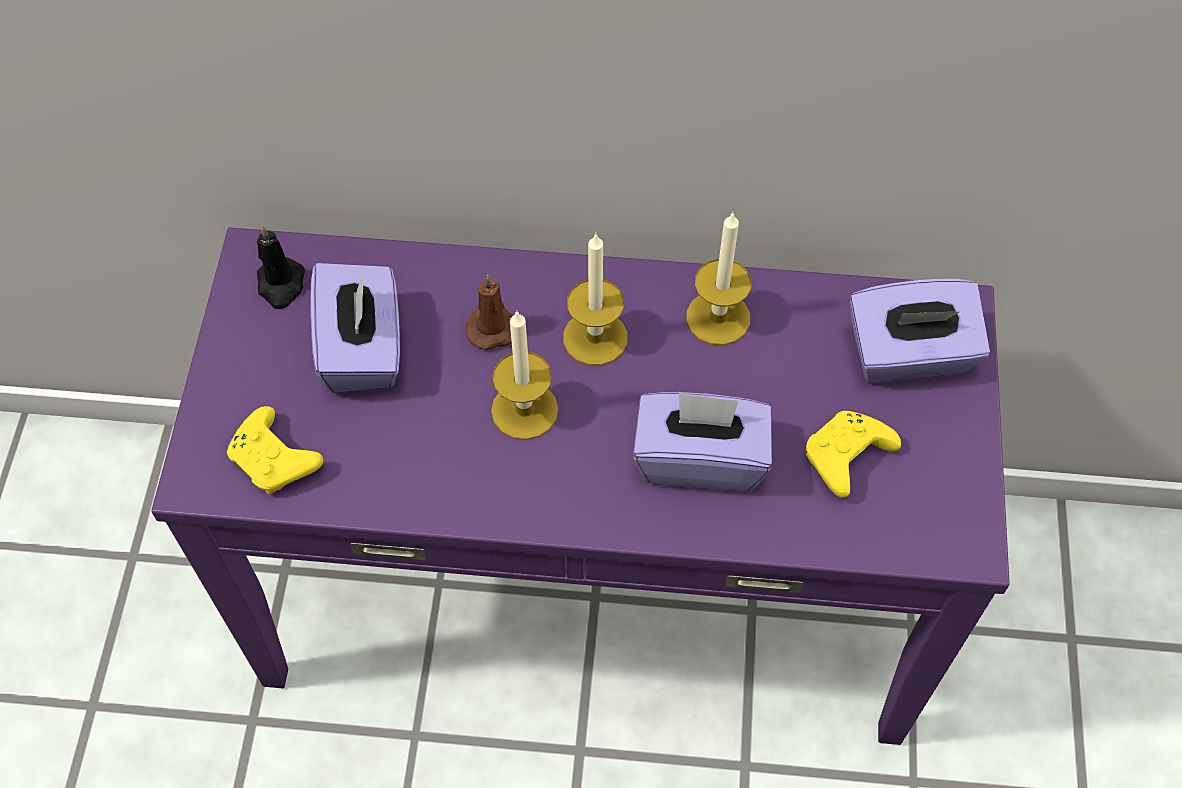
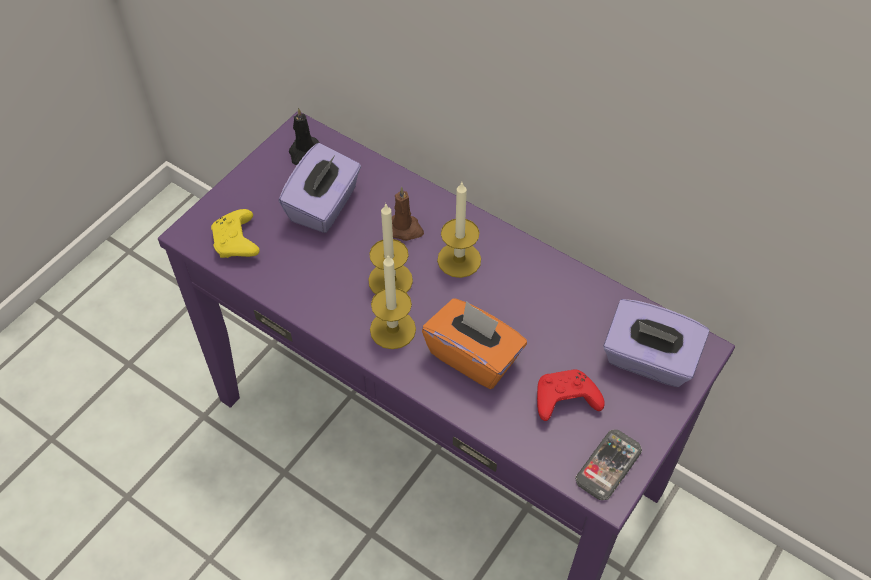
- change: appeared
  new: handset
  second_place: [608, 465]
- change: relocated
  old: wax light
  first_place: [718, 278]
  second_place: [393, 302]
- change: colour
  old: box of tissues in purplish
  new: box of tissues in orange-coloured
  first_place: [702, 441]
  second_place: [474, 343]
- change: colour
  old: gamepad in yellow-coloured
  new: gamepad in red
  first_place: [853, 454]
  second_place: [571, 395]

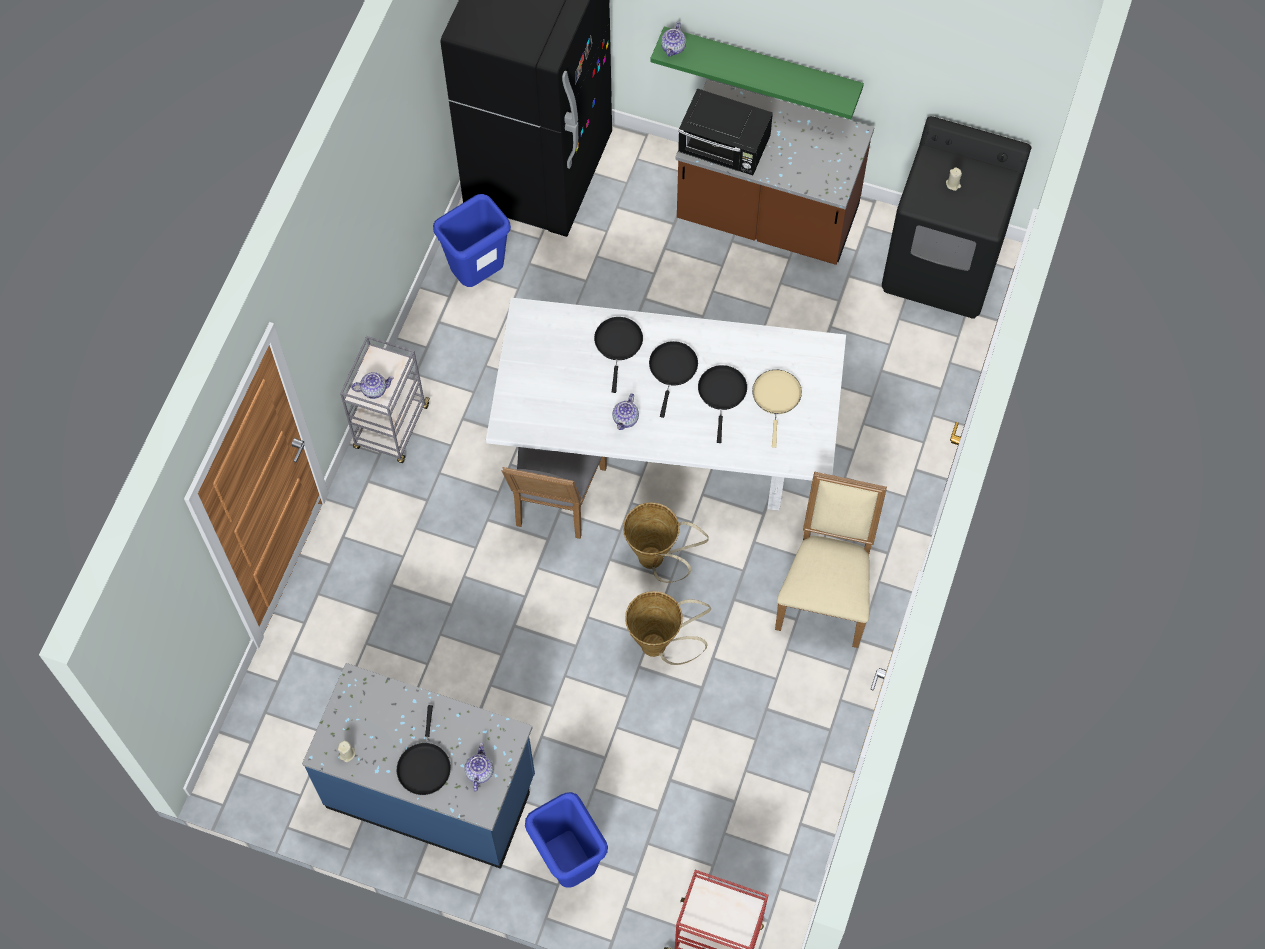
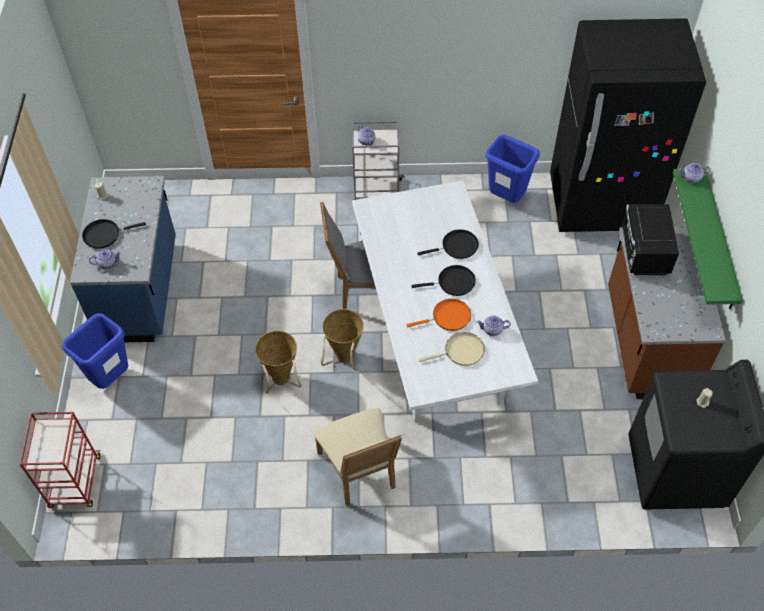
- change: relocated
  old: tea pot
  first_place: [626, 411]
  second_place: [494, 325]
- change: colour
  old: frying pan in black-coloured
  new: frying pan in orange-coloured
  first_place: [722, 404]
  second_place: [439, 315]
- change: spun
  old: plain chair in beige
  first_place: [831, 560]
  second_place: [357, 457]
  degrees: 75

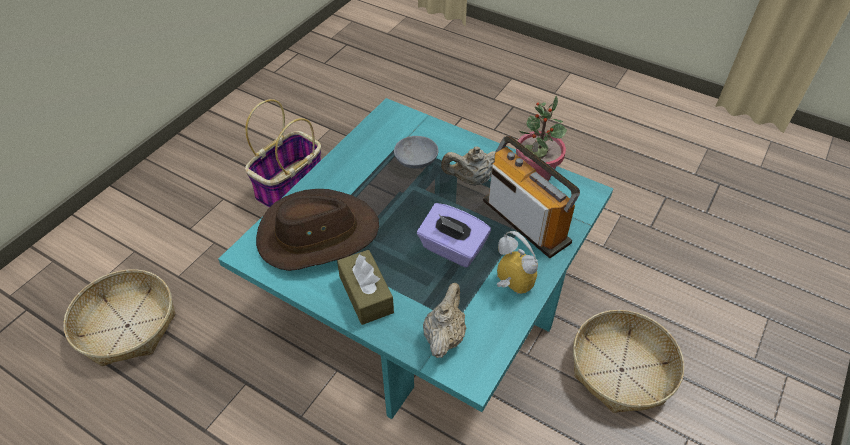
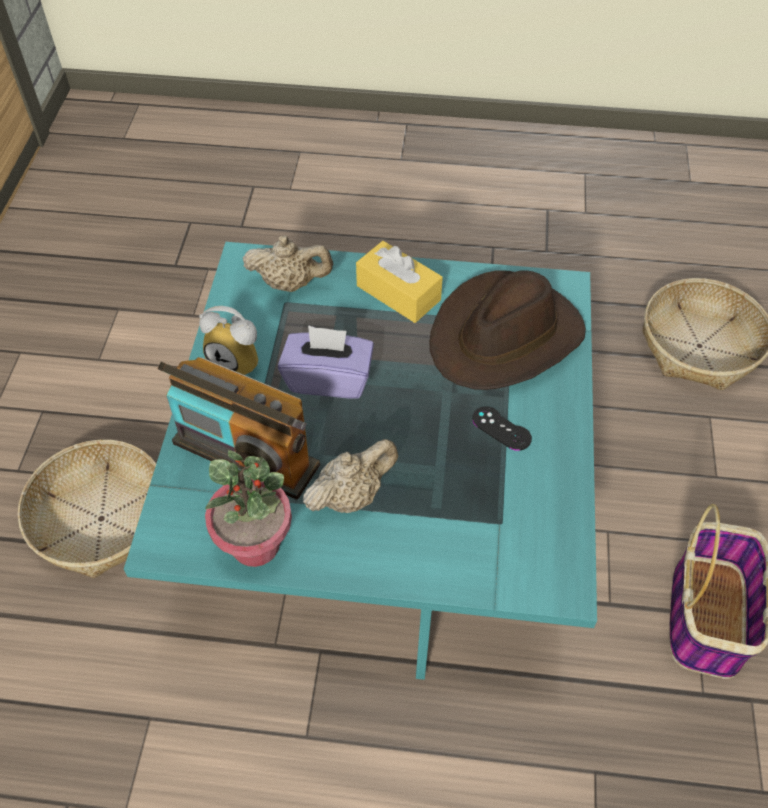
- change: missing
  old: serving bowl in grey
  first_place: [416, 152]
- change: appeared
  new: gamepad in black-coloured
  second_place: [502, 428]
- change: colour
  old: box of tissues in brown-coloured
  new: box of tissues in yellow-coloured
  first_place: [365, 287]
  second_place: [399, 282]
- change: spun
  old: tea pot in beige
  first_place: [444, 320]
  second_place: [288, 263]
  degrees: -75

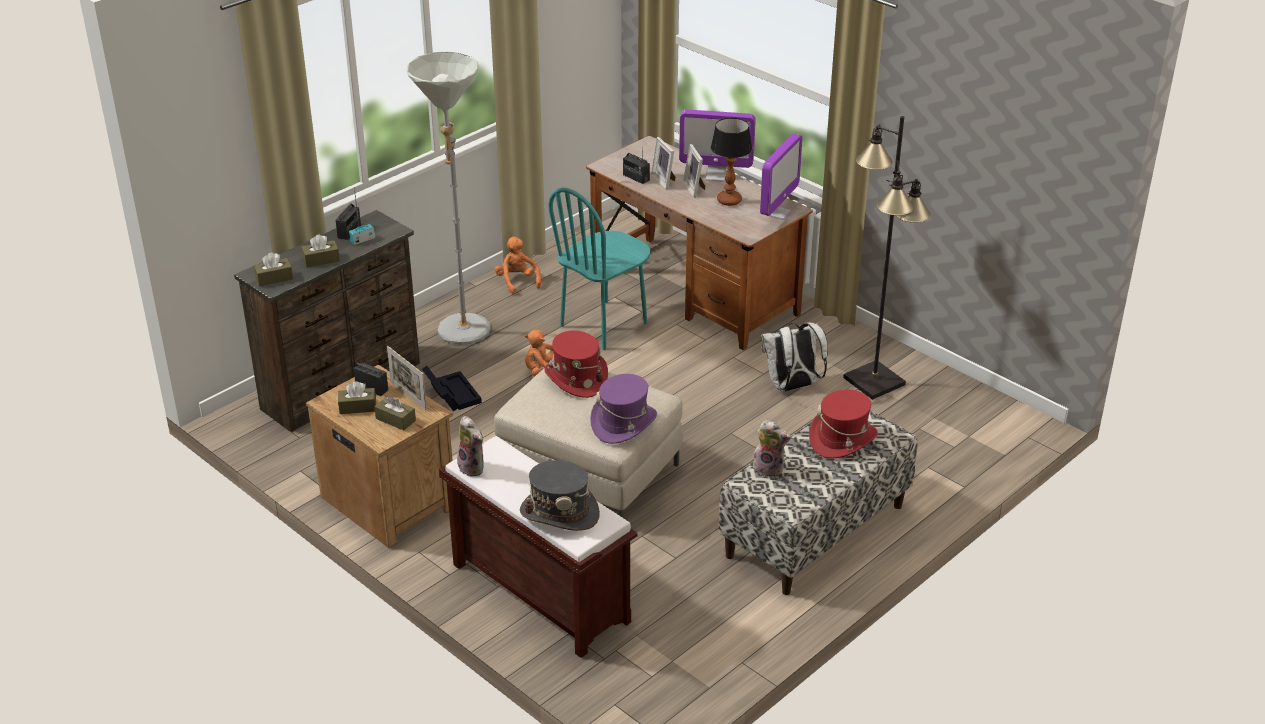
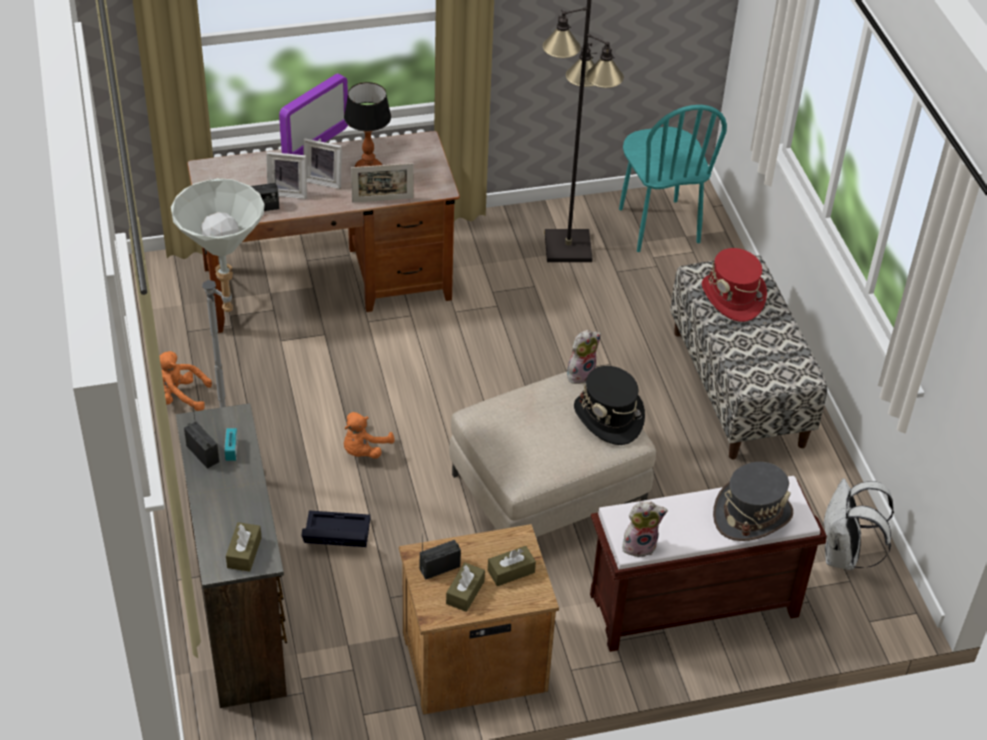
- change: missing
  old: box of tissues in brown-coloured
  first_place: [320, 250]
- change: missing
  old: hat in red
  first_place: [576, 364]
- change: missing
  old: monitor
  first_place: [781, 177]
- change: relocated
  old: standing frame
  first_place: [407, 378]
  second_place: [382, 183]
- change: relocated
  old: plain chair in blue-green
  first_place: [599, 269]
  second_place: [673, 178]
- change: relocated
  old: soft toy
  first_place: [772, 448]
  second_place: [584, 357]
- change: relocated
  old: backpack in white-coloured
  first_place: [794, 357]
  second_place: [858, 524]
- change: colour
  old: hat in purplish
  new: hat in black-coloured
  first_place: [623, 409]
  second_place: [609, 405]

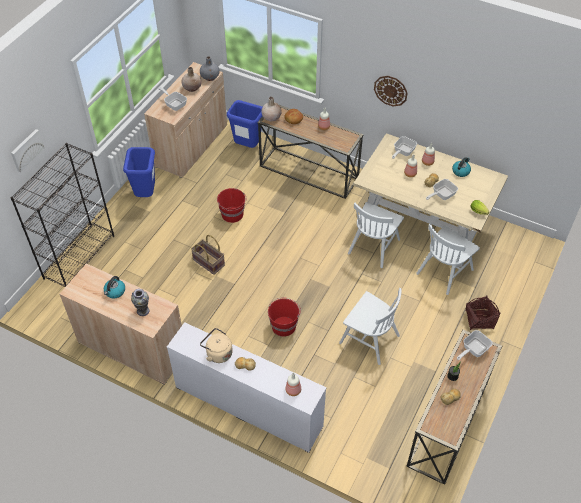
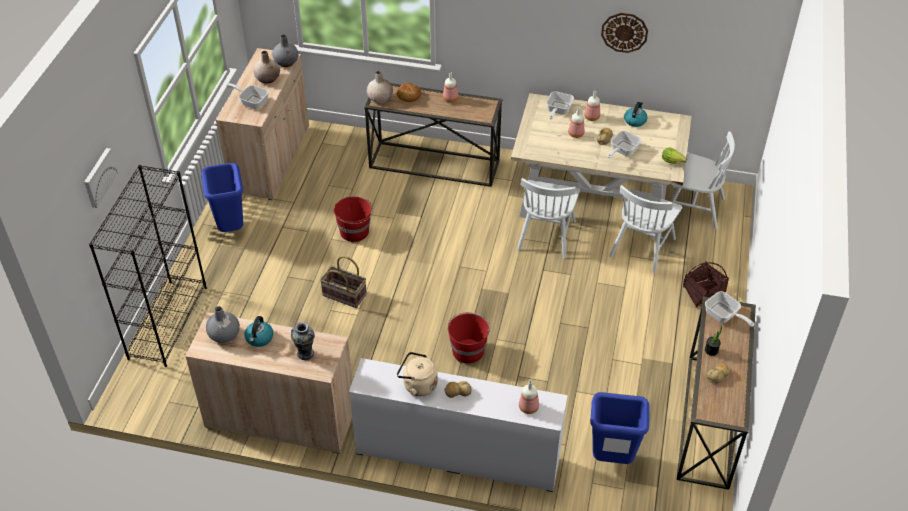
- change: appeared
  new: vase in grey
  second_place: [223, 324]
- change: relocated
  old: trash can in blue-coloured
  first_place: [244, 124]
  second_place: [620, 428]
- change: relocated
  old: plain chair in white-coloured
  first_place: [370, 326]
  second_place: [703, 181]
- change: relocated
  old: hanging clock
  first_place: [391, 91]
  second_place: [624, 33]
- change: spun
  old: frying pan
  first_place: [475, 345]
  second_place: [729, 309]
  degrees: -75

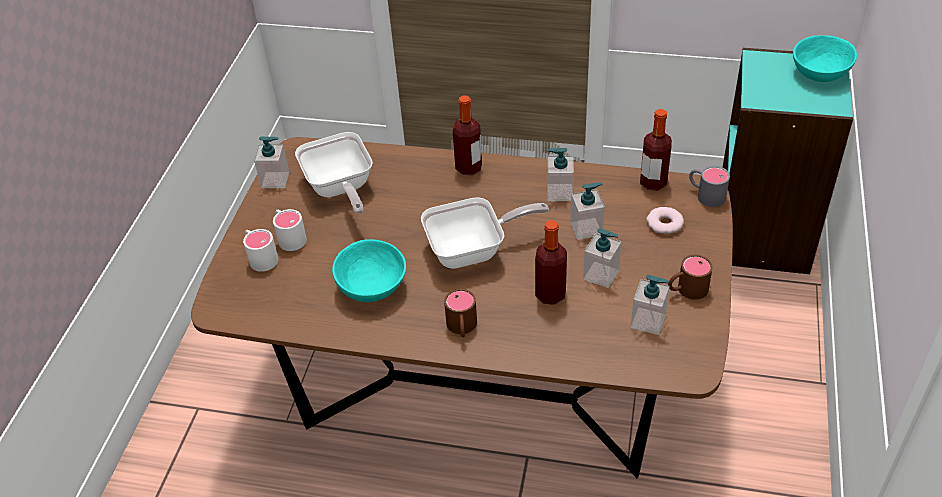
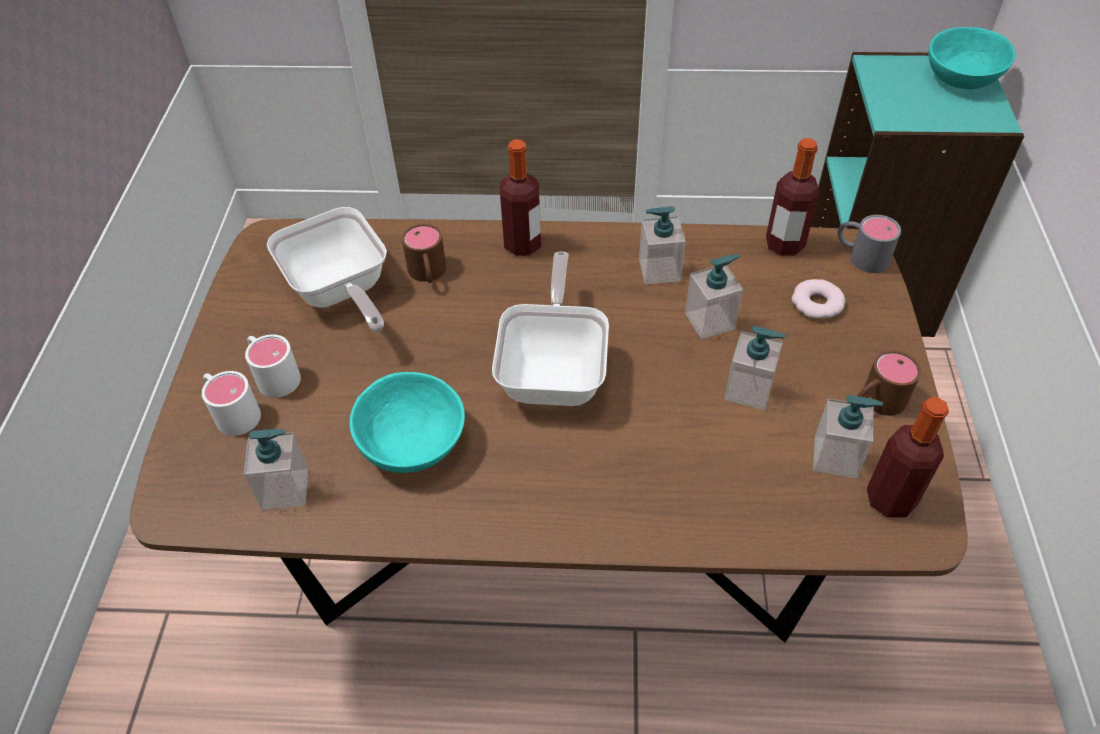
- change: relocated
  old: soap bottle
  first_place: [271, 162]
  second_place: [276, 469]
- change: relocated
  old: coffee mug in brown-coloured
  first_place: [460, 313]
  second_place: [424, 253]
- change: relocated
  old: drink bottle
  first_place: [551, 262]
  second_place: [907, 457]
- change: spun
  old: frying pan
  first_place: [485, 233]
  second_place: [550, 329]
  degrees: -60

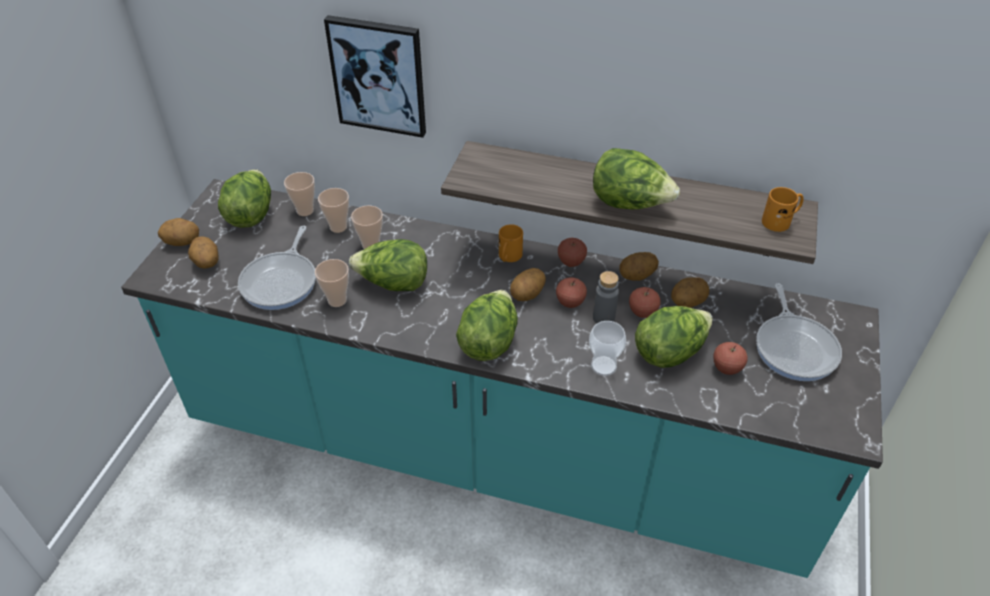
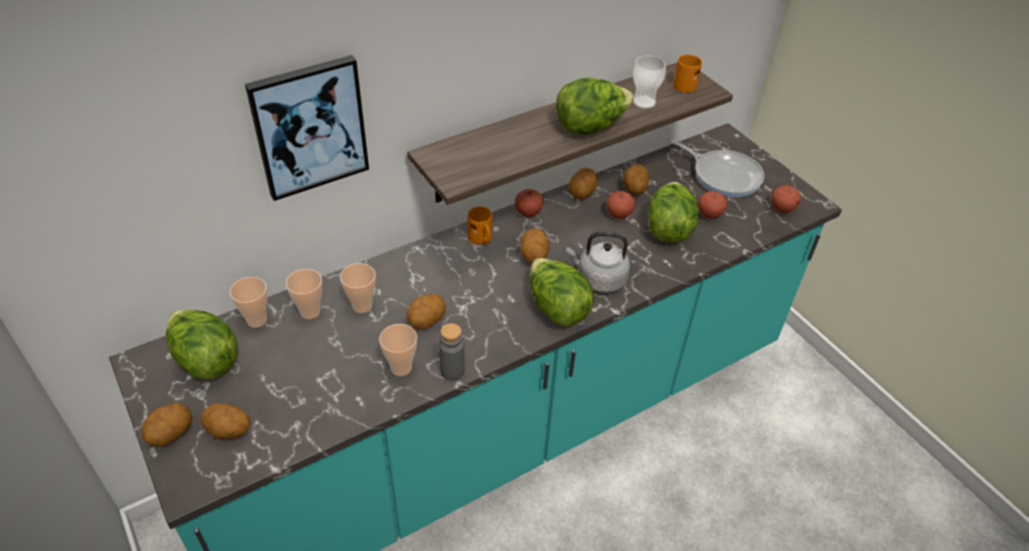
- change: missing
  old: frying pan
  first_place: [277, 268]
- change: appeared
  new: kettle in grey
  second_place: [598, 262]
- change: relocated
  old: whole apple
  first_place: [571, 292]
  second_place: [786, 199]
- change: relocated
  old: cup
  first_place: [607, 348]
  second_place: [649, 82]
- change: relocated
  old: drink bottle in grey
  first_place: [606, 297]
  second_place: [452, 352]
- change: exchanged
  old: lettuce
  new: whole potato
  first_place: [388, 265]
  second_place: [426, 311]

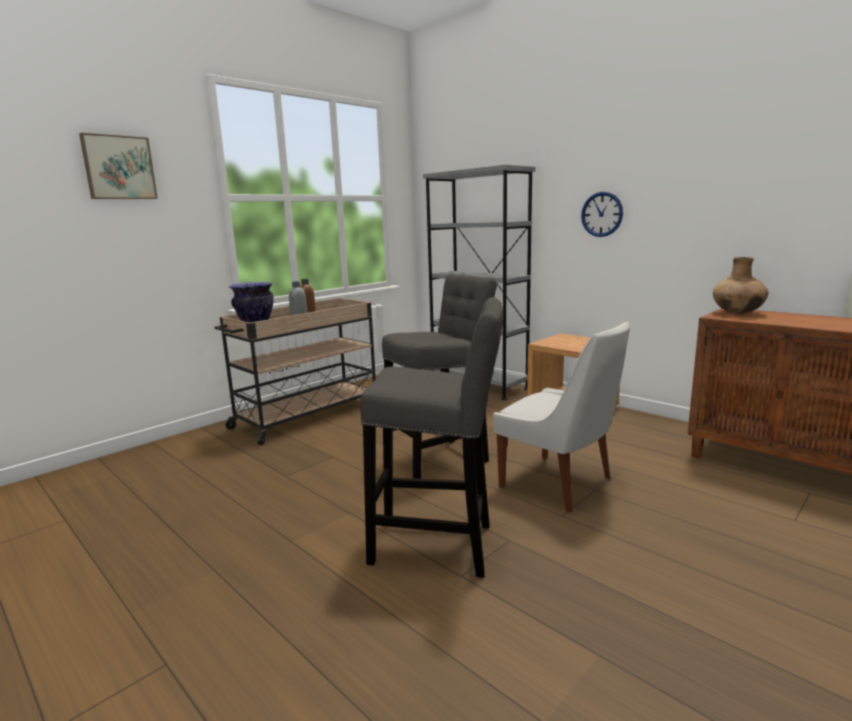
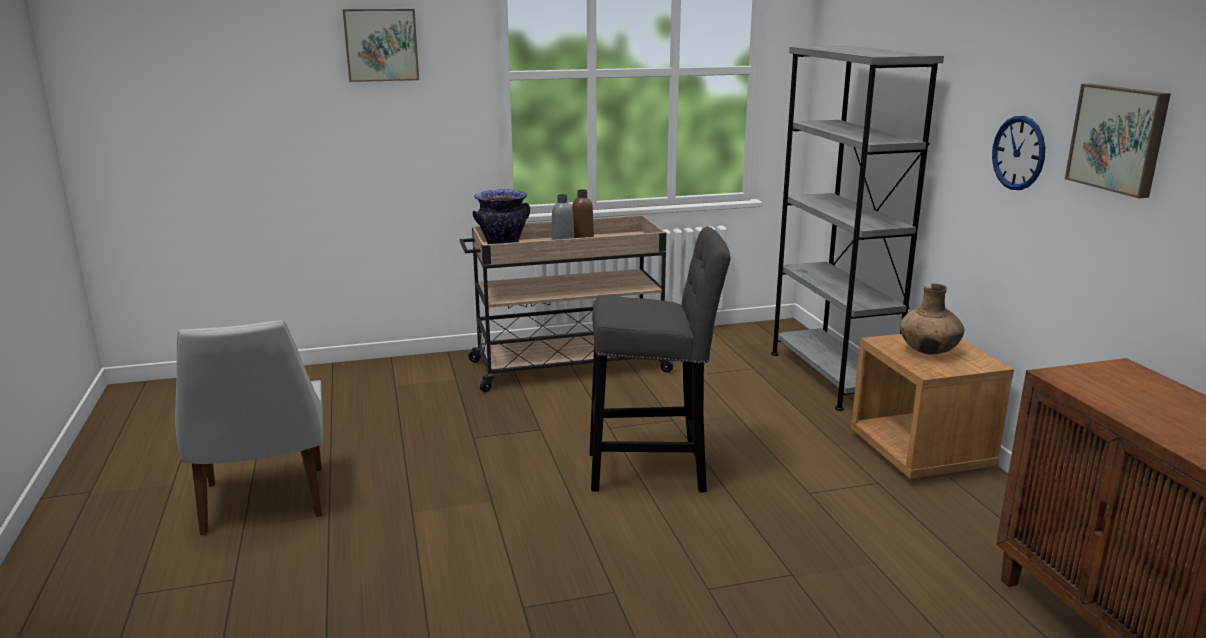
- change: missing
  old: stool seat in grey
  first_place: [431, 437]
- change: appeared
  new: wall picture
  second_place: [1118, 141]
- change: relocated
  old: plain chair in white-coloured
  first_place: [561, 417]
  second_place: [249, 427]
- change: relocated
  old: vase in brown-coloured
  first_place: [741, 285]
  second_place: [932, 319]

